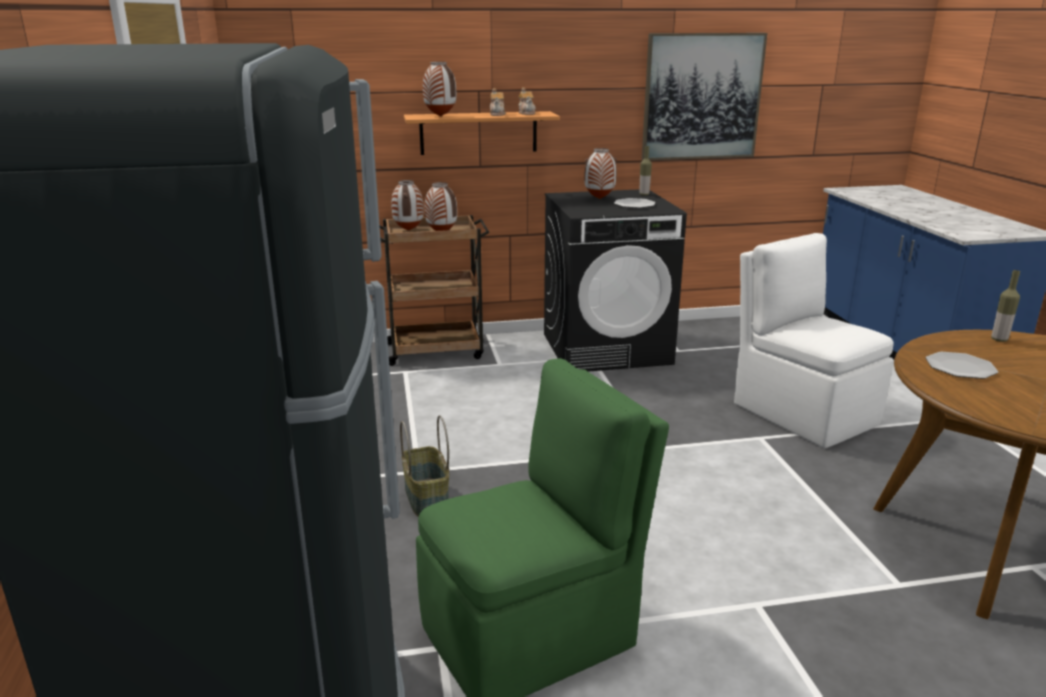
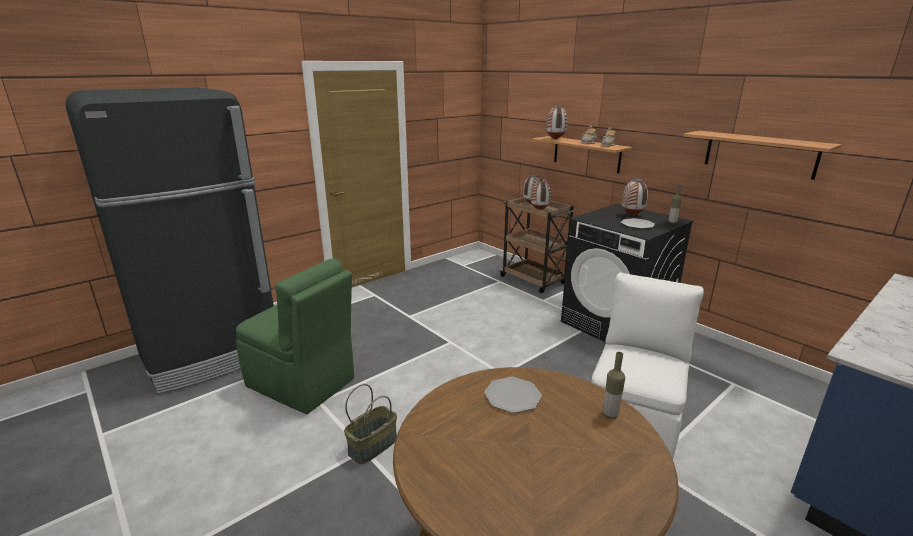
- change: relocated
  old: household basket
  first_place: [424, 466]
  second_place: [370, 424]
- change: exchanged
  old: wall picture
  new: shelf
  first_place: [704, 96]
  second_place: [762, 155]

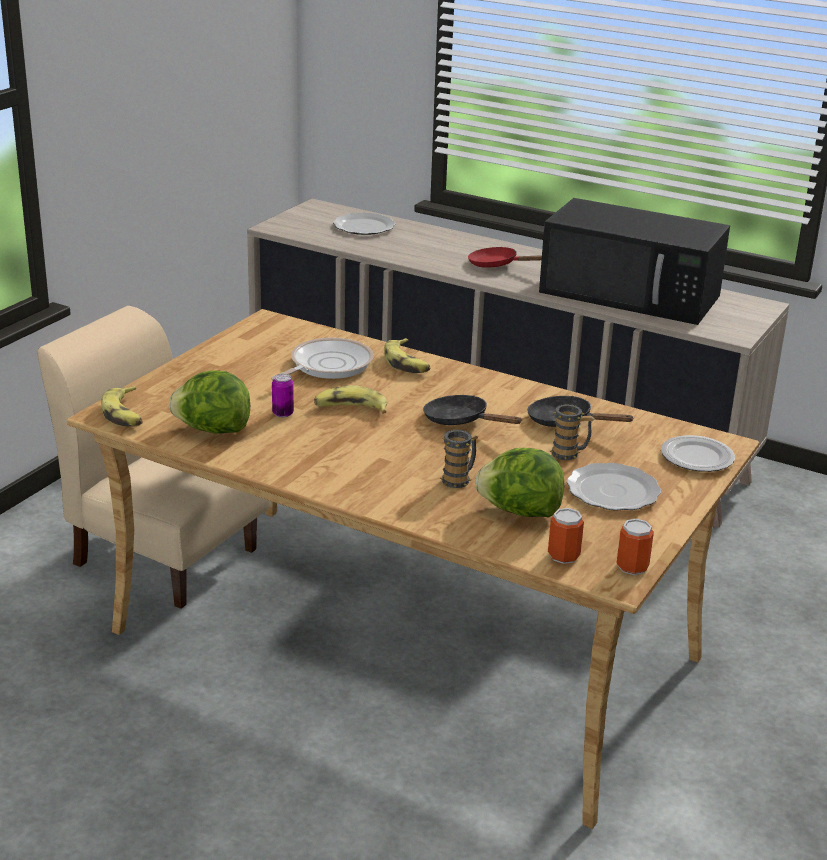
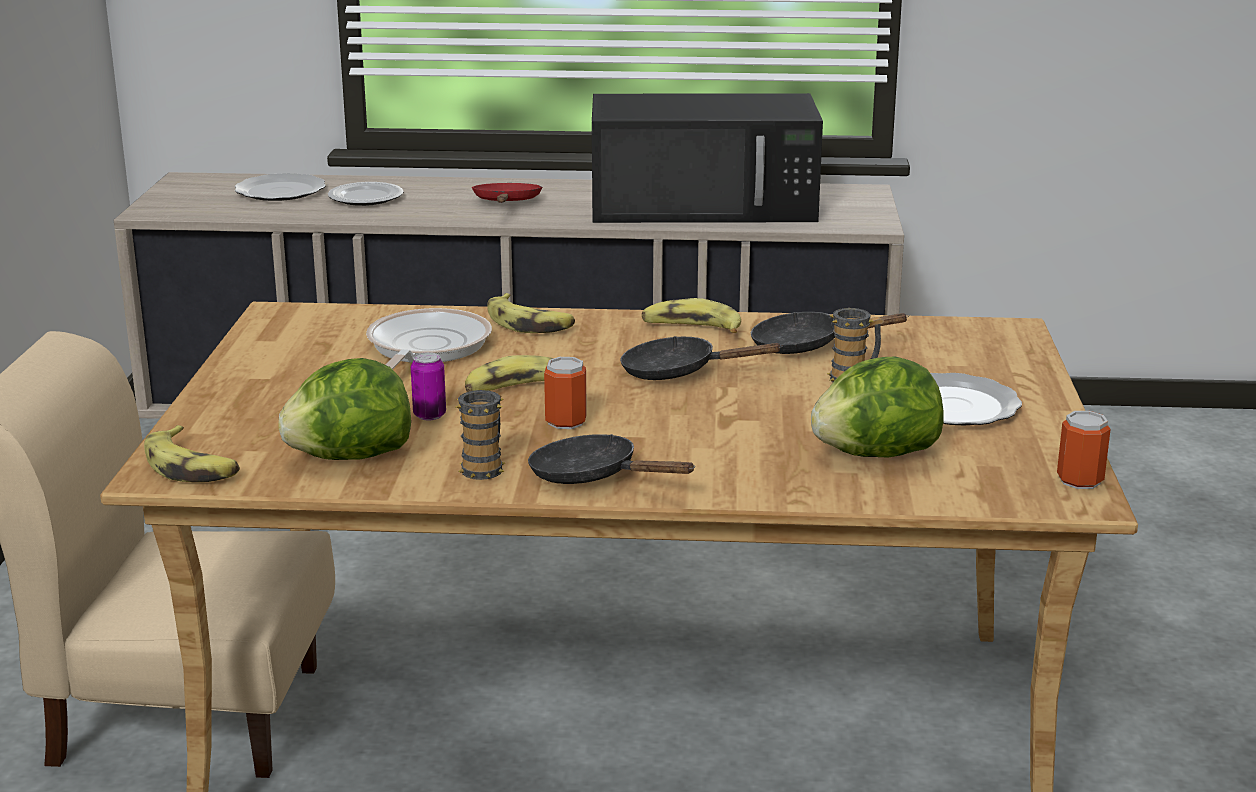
- change: appeared
  new: frying pan in black-coloured
  second_place: [611, 459]
- change: appeared
  new: whole banana
  second_place: [691, 315]
- change: relocated
  old: coffee mug
  first_place: [459, 459]
  second_place: [480, 435]
- change: relocated
  old: sealed can
  first_place: [566, 536]
  second_place: [565, 393]
- change: relocated
  old: dinner plate
  first_place: [698, 453]
  second_place: [365, 194]
- change: spun
  old: frying pan in red
  first_place: [505, 257]
  second_place: [507, 193]
  degrees: 90

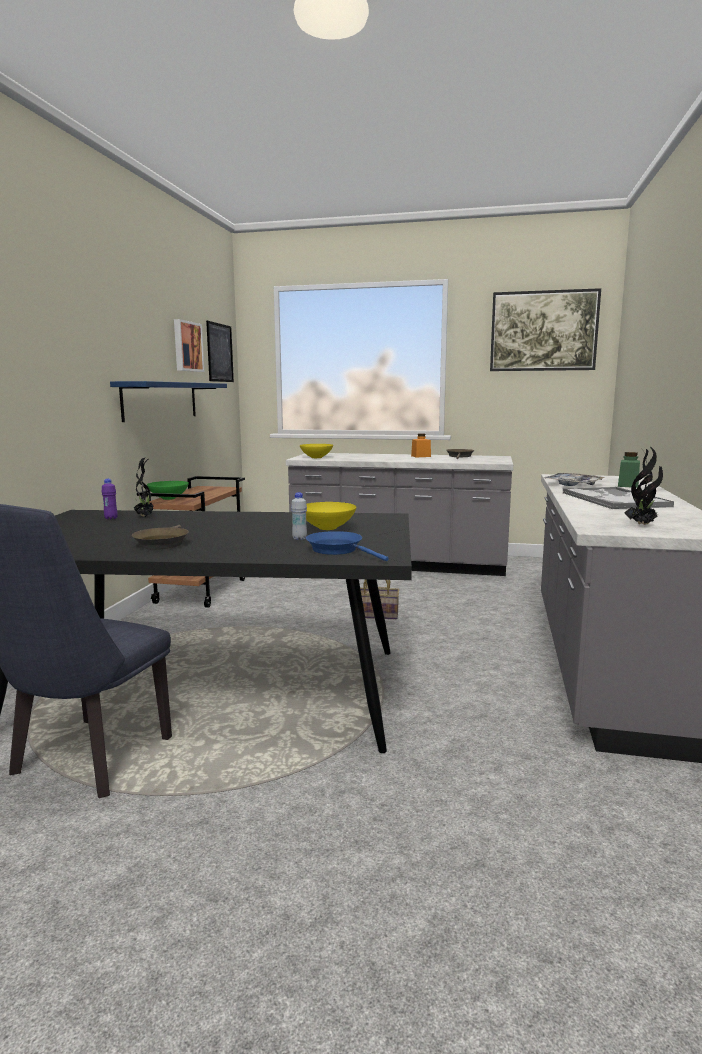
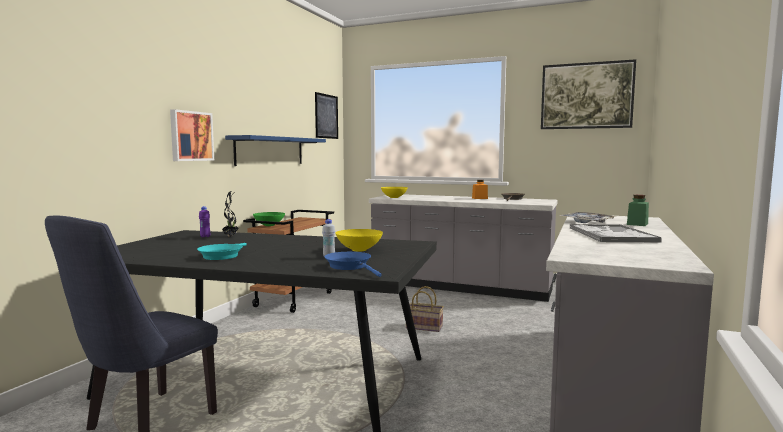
- change: missing
  old: plant in a pot
  first_place: [643, 485]
- change: relocated
  old: wall picture
  first_place: [189, 345]
  second_place: [192, 135]
- change: colour
  old: frying pan in brown-coloured
  new: frying pan in blue-green
  first_place: [160, 537]
  second_place: [222, 251]

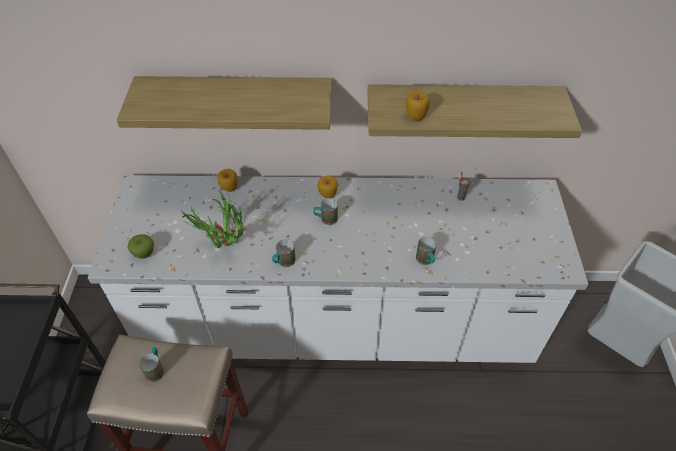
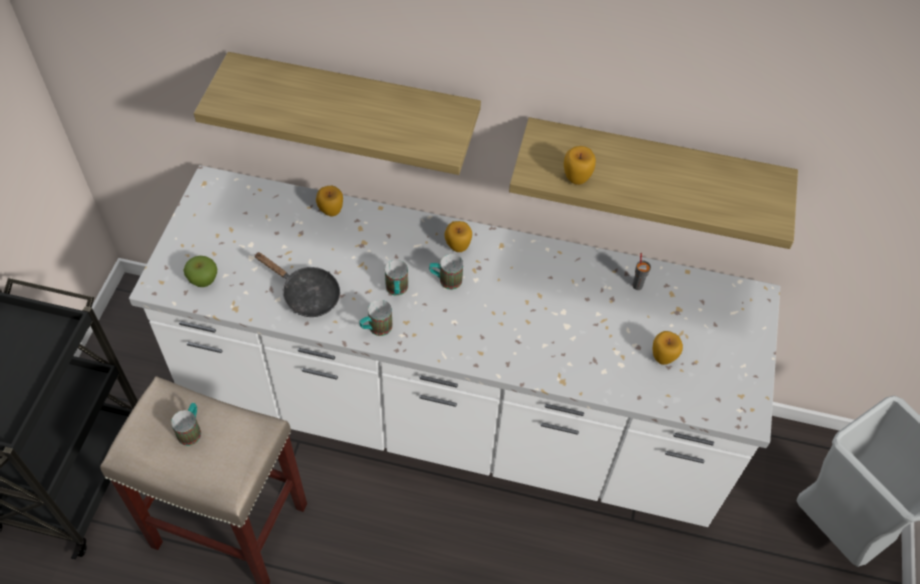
- change: appeared
  new: whole apple
  second_place: [668, 348]
- change: relocated
  old: coffee mug
  first_place: [426, 251]
  second_place: [396, 278]
- change: exchanged
  old: plant in a pot
  new: frying pan in black-coloured
  first_place: [212, 219]
  second_place: [297, 284]

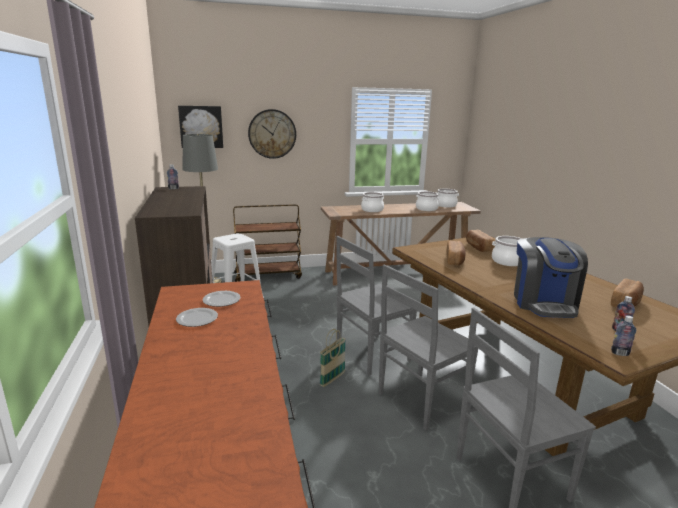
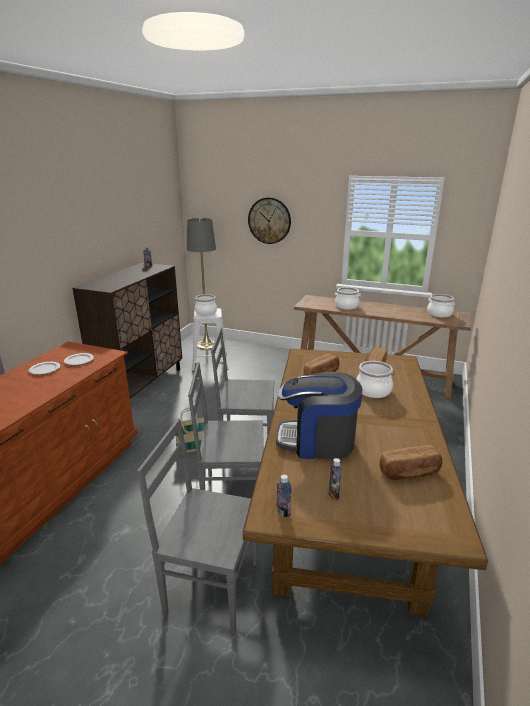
- change: missing
  old: wall picture
  first_place: [200, 127]
- change: missing
  old: wheeled cart in brown-coloured
  first_place: [267, 243]
- change: relocated
  old: cooking pot
  first_place: [427, 201]
  second_place: [206, 304]
- change: spun
  old: coffee maker
  first_place: [551, 277]
  second_place: [319, 415]
  degrees: 60

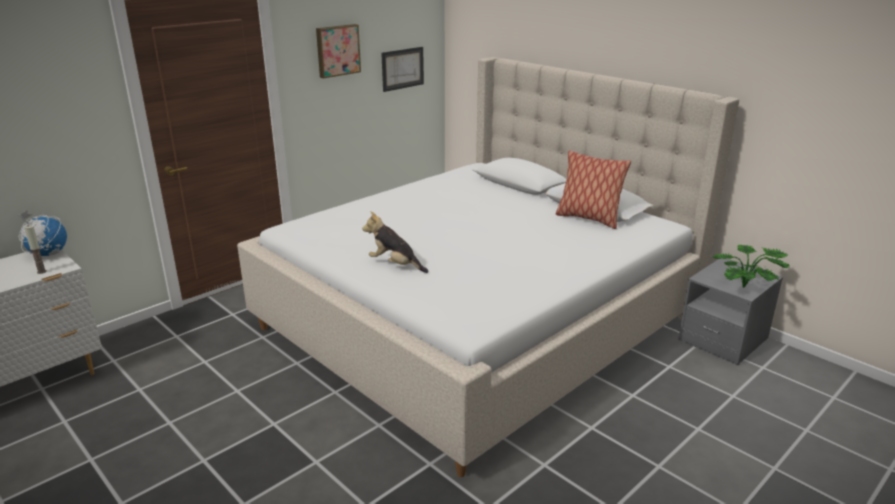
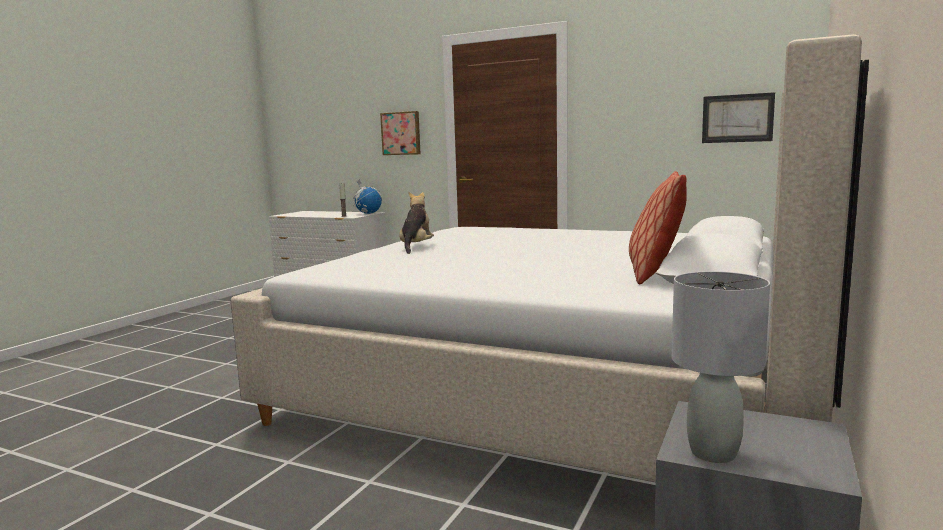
- change: relocated
  old: wall picture
  first_place: [338, 51]
  second_place: [400, 133]
- change: exchanged
  old: plant in a pot
  new: lamp for a table in grey
  first_place: [751, 266]
  second_place: [721, 367]

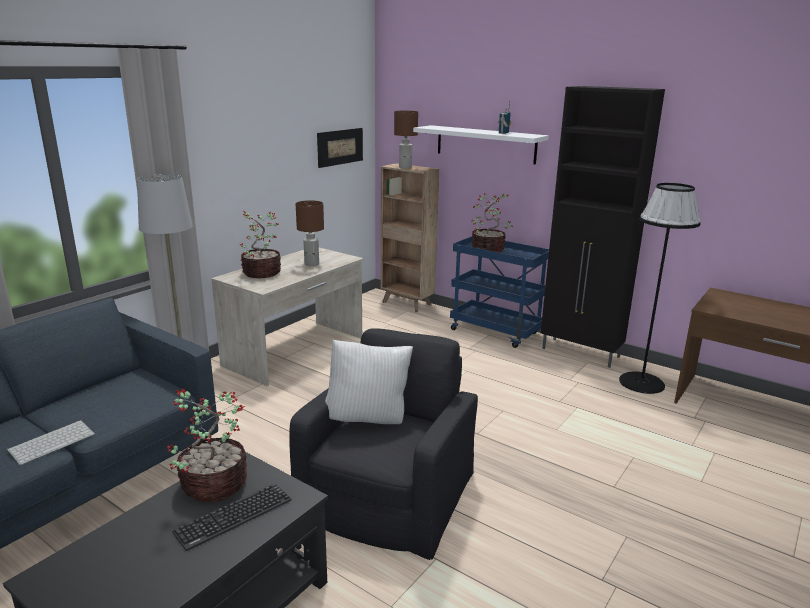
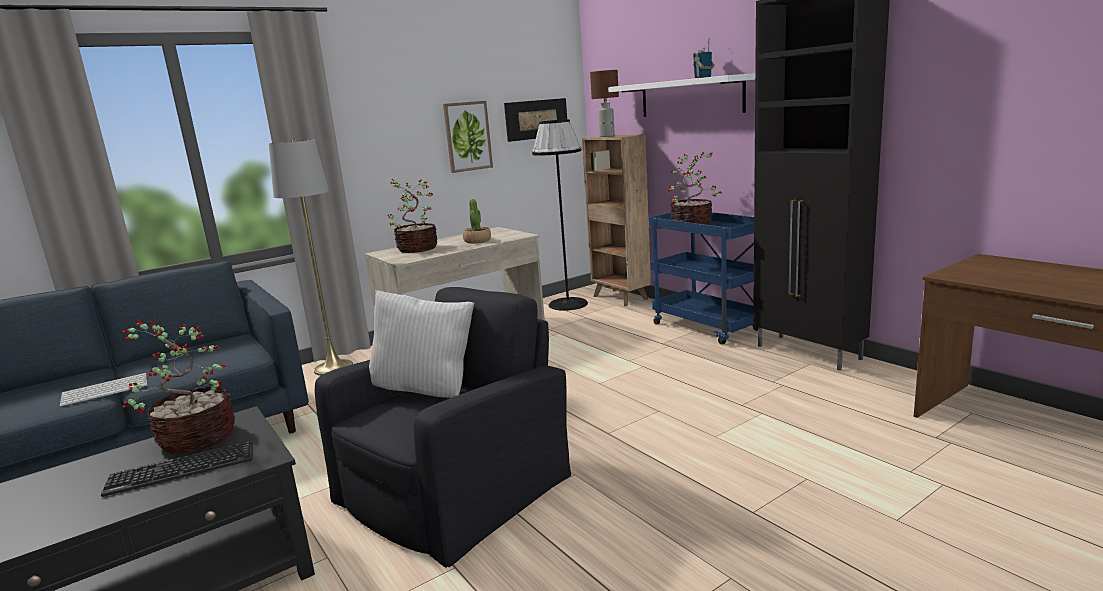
- change: appeared
  new: wall picture
  second_place: [468, 137]
- change: relocated
  old: standard lamp in black-coloured
  first_place: [660, 288]
  second_place: [560, 215]
- change: exchanged
  old: lamp for a table in brown-coloured
  new: plant in a pot
  first_place: [310, 233]
  second_place: [477, 221]

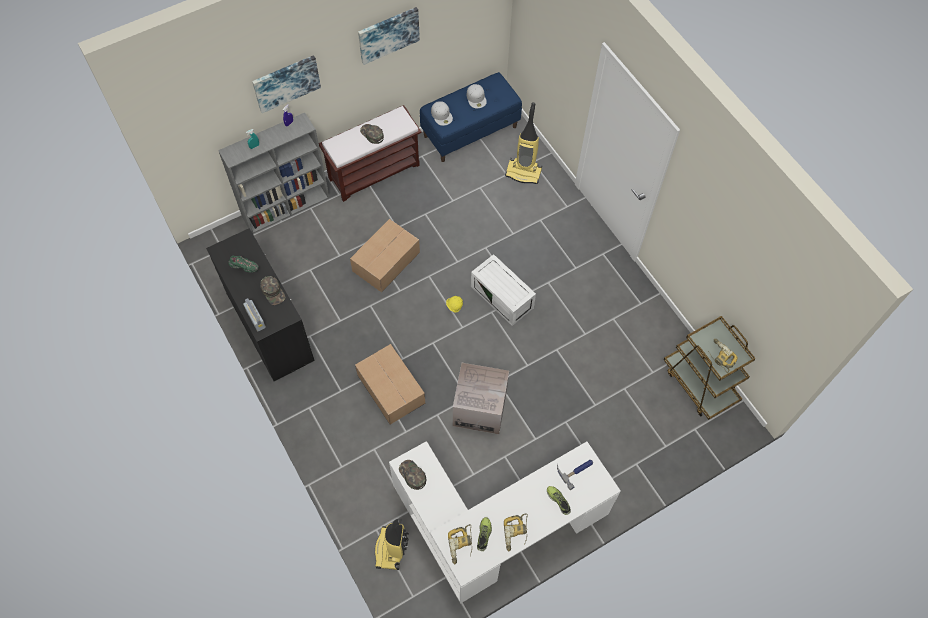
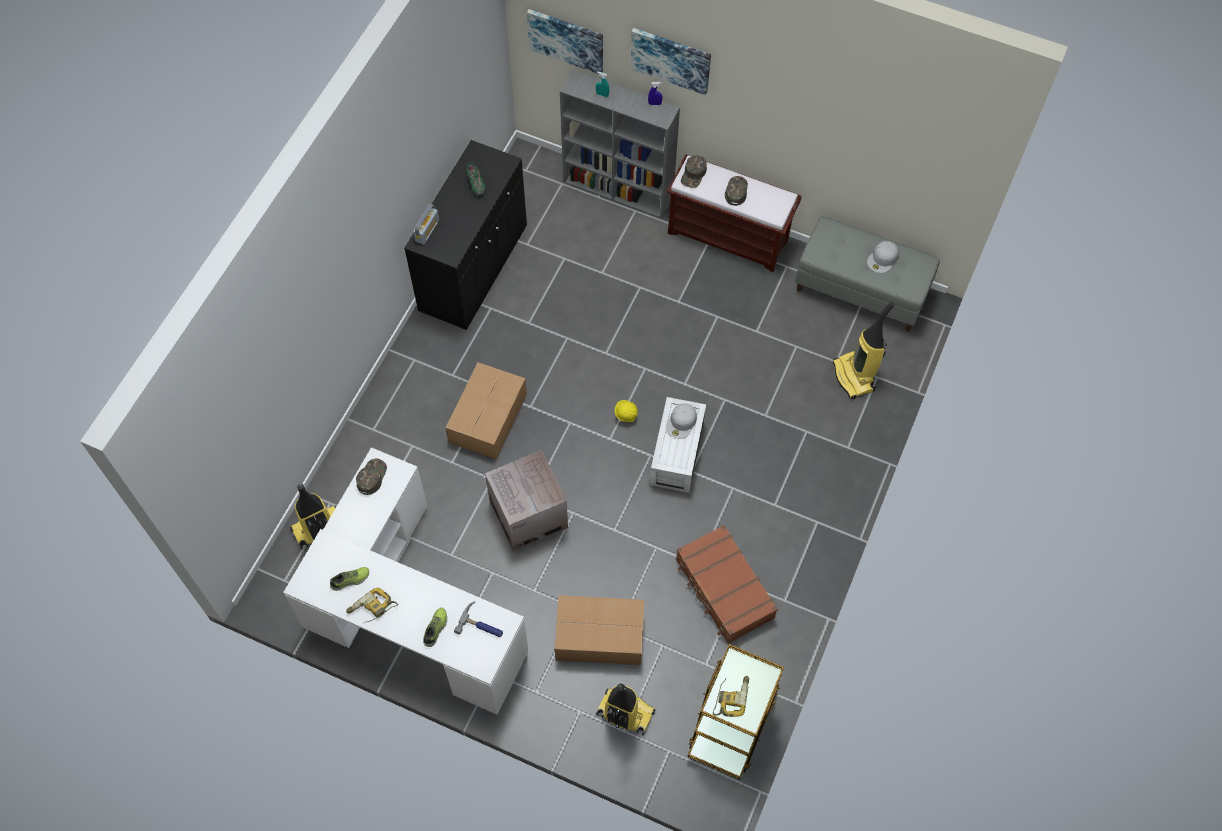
- change: missing
  old: drill
  first_place: [460, 544]
- change: appeared
  new: vacuum
  second_place: [626, 709]
- change: appeared
  new: suitcase in brown-coloured
  second_place: [727, 584]
- change: relocated
  old: peaked cap in green
  first_place: [272, 290]
  second_place: [694, 171]
- change: relocated
  old: carton
  first_place: [385, 255]
  second_place: [599, 630]
- change: relocated
  old: wall picture
  first_place: [389, 36]
  second_place: [565, 41]
- change: relocated
  old: peaked cap in white-coloured
  first_place: [442, 113]
  second_place: [681, 421]
- change: colour
  old: long seat in blue-coloured
  new: long seat in grey
  first_place: [471, 117]
  second_place: [867, 274]

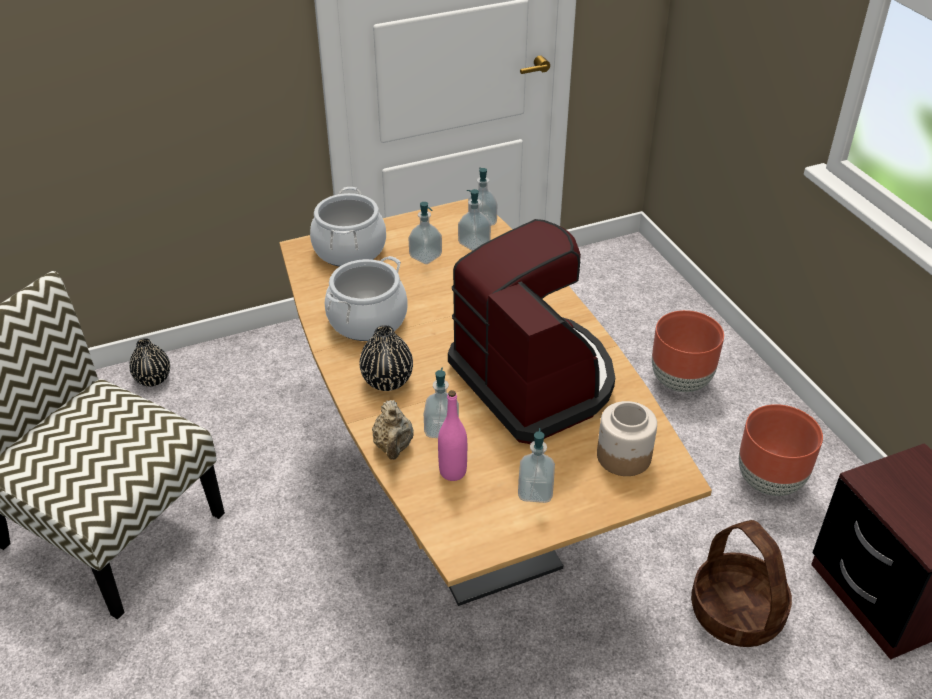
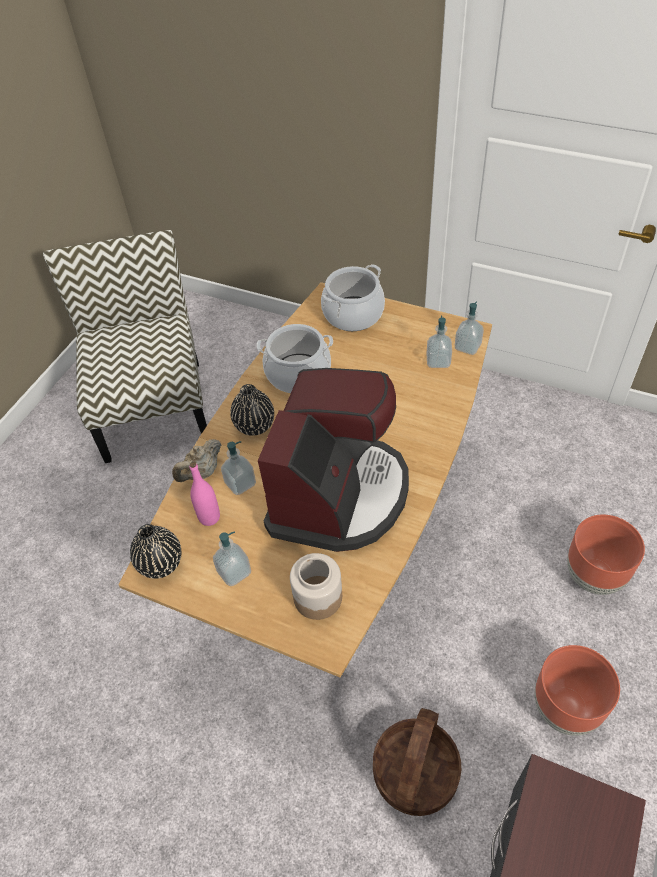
- change: missing
  old: soap bottle
  first_place: [425, 233]
- change: relocated
  old: vase in black-coloured
  first_place: [149, 362]
  second_place: [155, 551]

